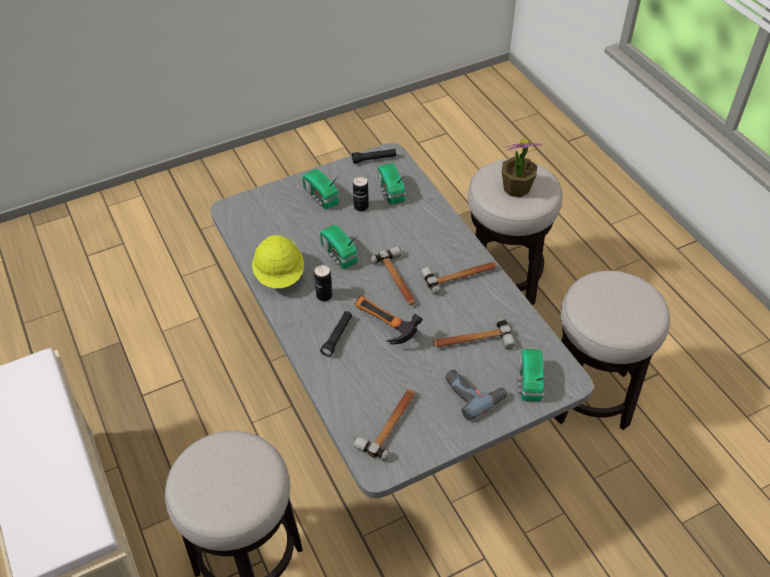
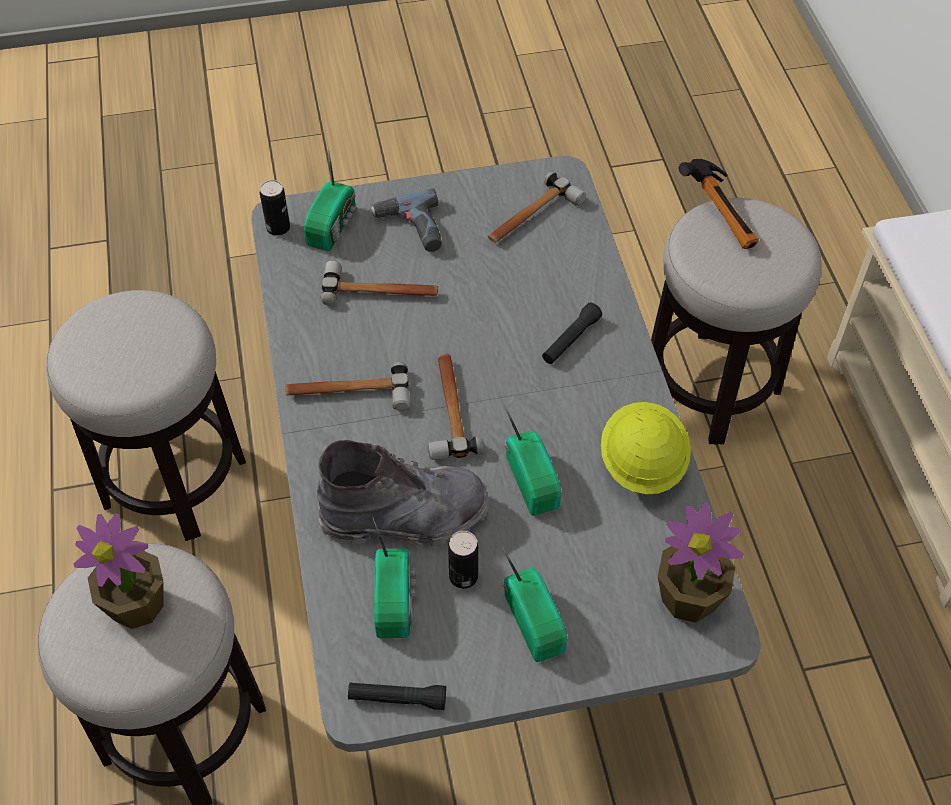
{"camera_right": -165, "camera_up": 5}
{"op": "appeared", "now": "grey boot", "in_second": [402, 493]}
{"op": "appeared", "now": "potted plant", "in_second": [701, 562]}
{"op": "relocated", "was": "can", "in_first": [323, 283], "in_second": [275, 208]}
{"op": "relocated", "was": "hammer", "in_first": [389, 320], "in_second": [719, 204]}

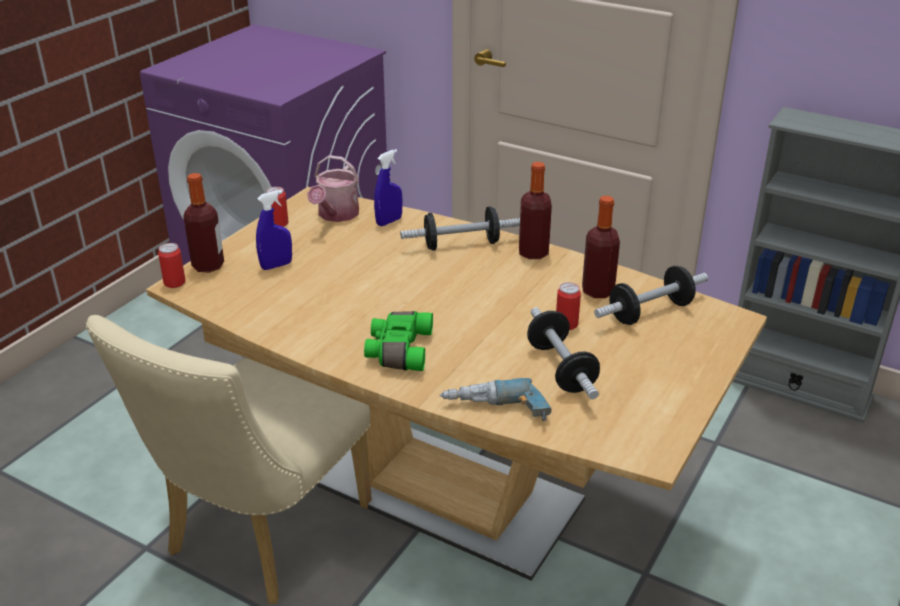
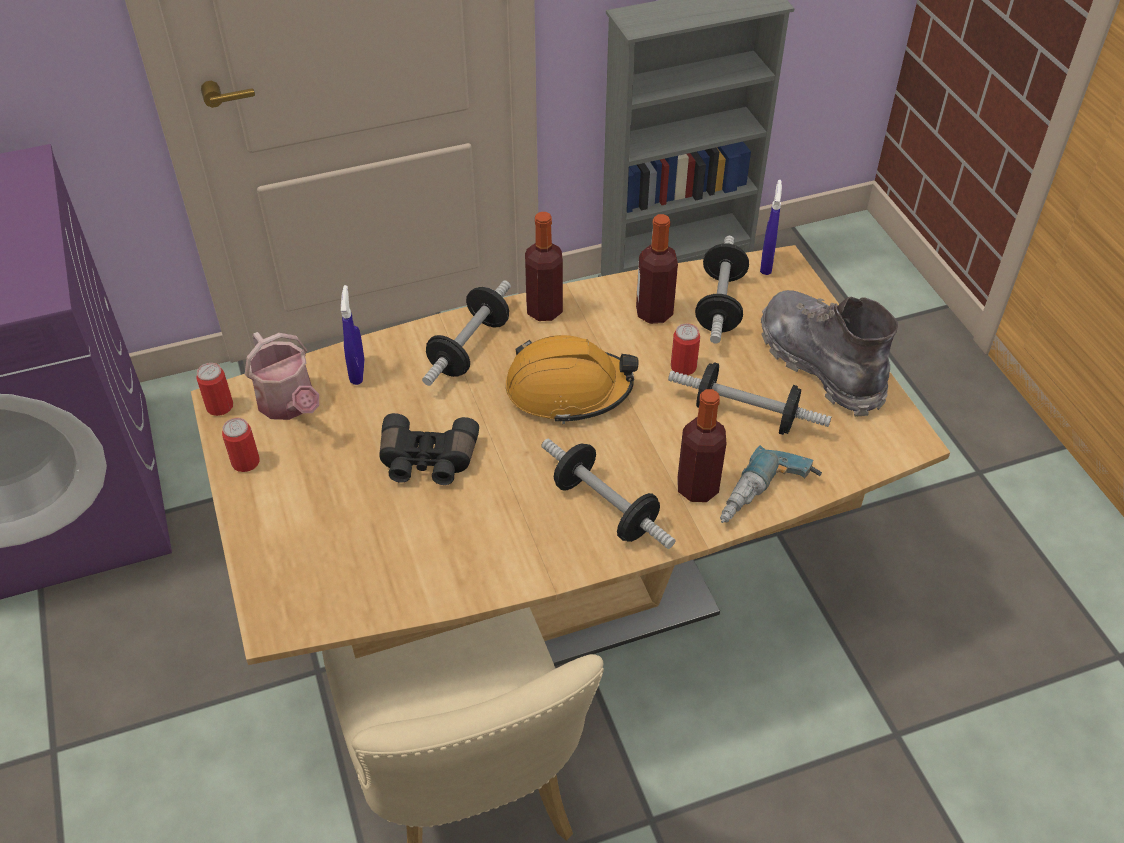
{"camera_right": -50, "camera_up": 15}
{"op": "appeared", "now": "black binoculars", "in_second": [429, 449]}
{"op": "appeared", "now": "orange hard hat", "in_second": [572, 379]}
{"op": "appeared", "now": "grey boot", "in_second": [829, 353]}
{"op": "relocated", "was": "can", "in_first": [172, 265], "in_second": [214, 389]}
{"op": "relocated", "was": "bottle", "in_first": [203, 223], "in_second": [701, 445]}
{"op": "relocated", "was": "blue spray bottle", "in_first": [274, 230], "in_second": [771, 227]}
{"op": "exchanged", "was": "green binoculars", "now": "dumbbell", "in_first": [398, 341], "in_second": [608, 494]}

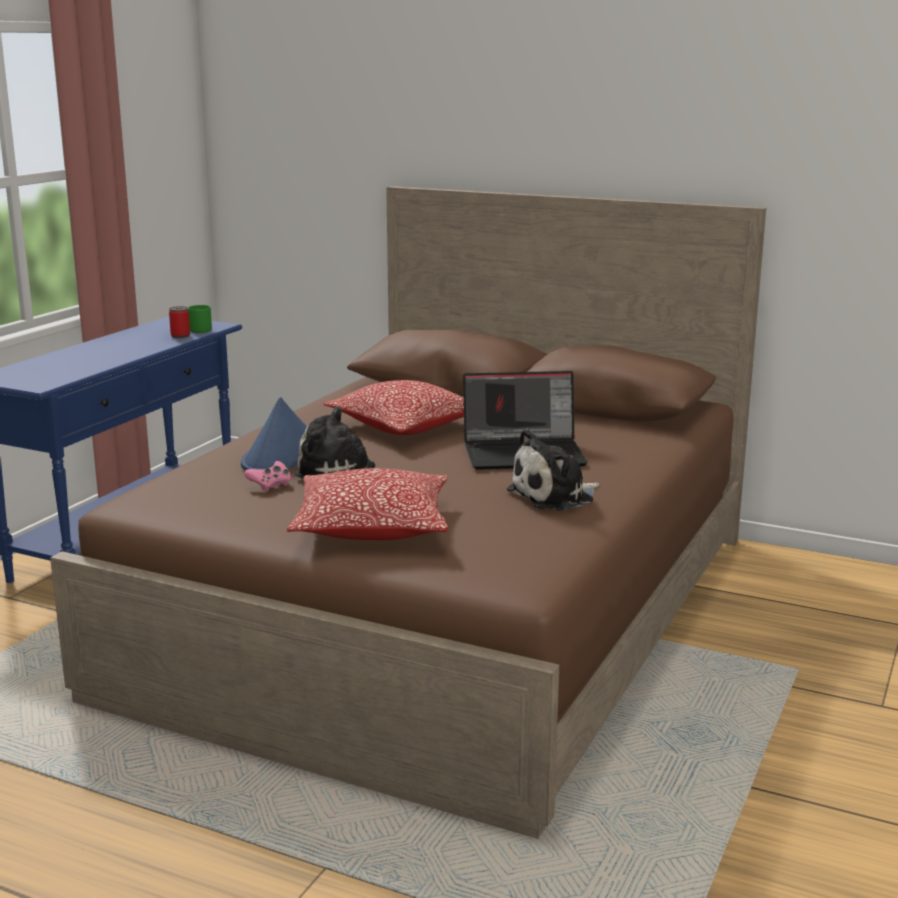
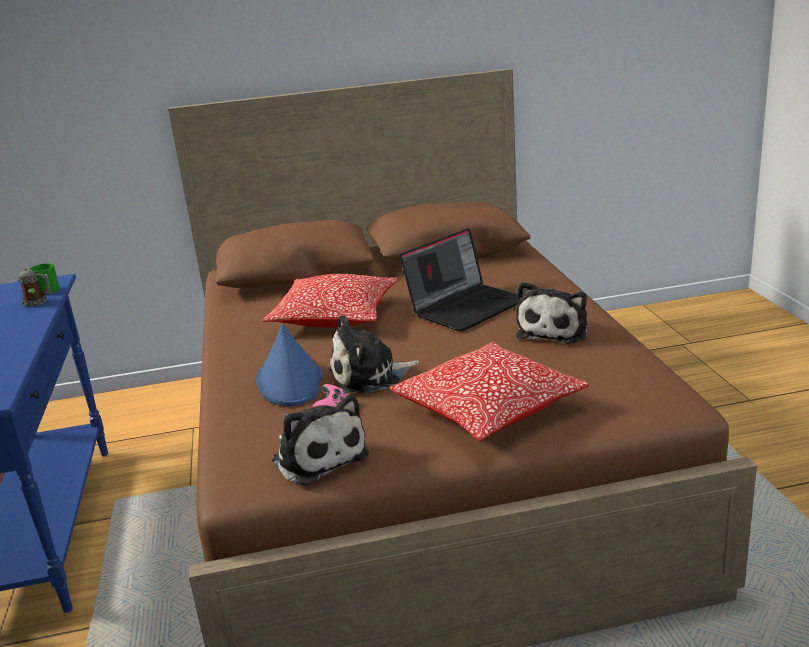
{"camera_right": -35, "camera_up": 5}
{"op": "appeared", "now": "plush toy", "in_second": [320, 440]}
{"op": "exchanged", "was": "can", "now": "mug", "in_first": [179, 322], "in_second": [34, 287]}

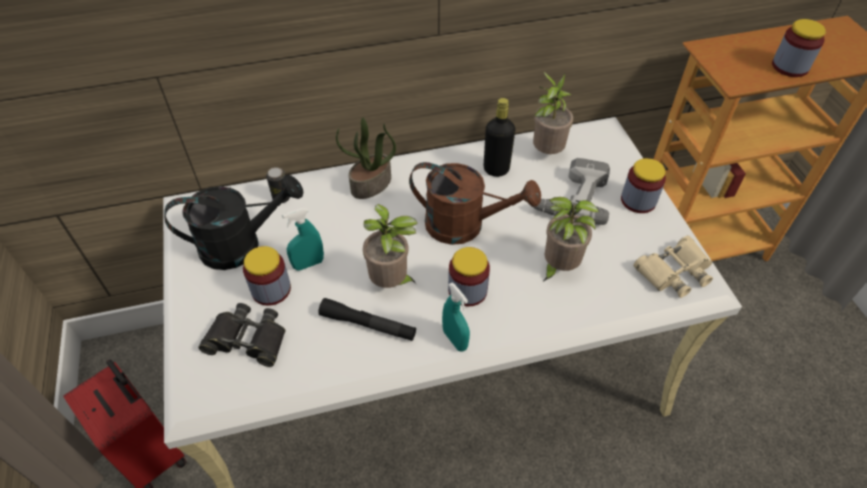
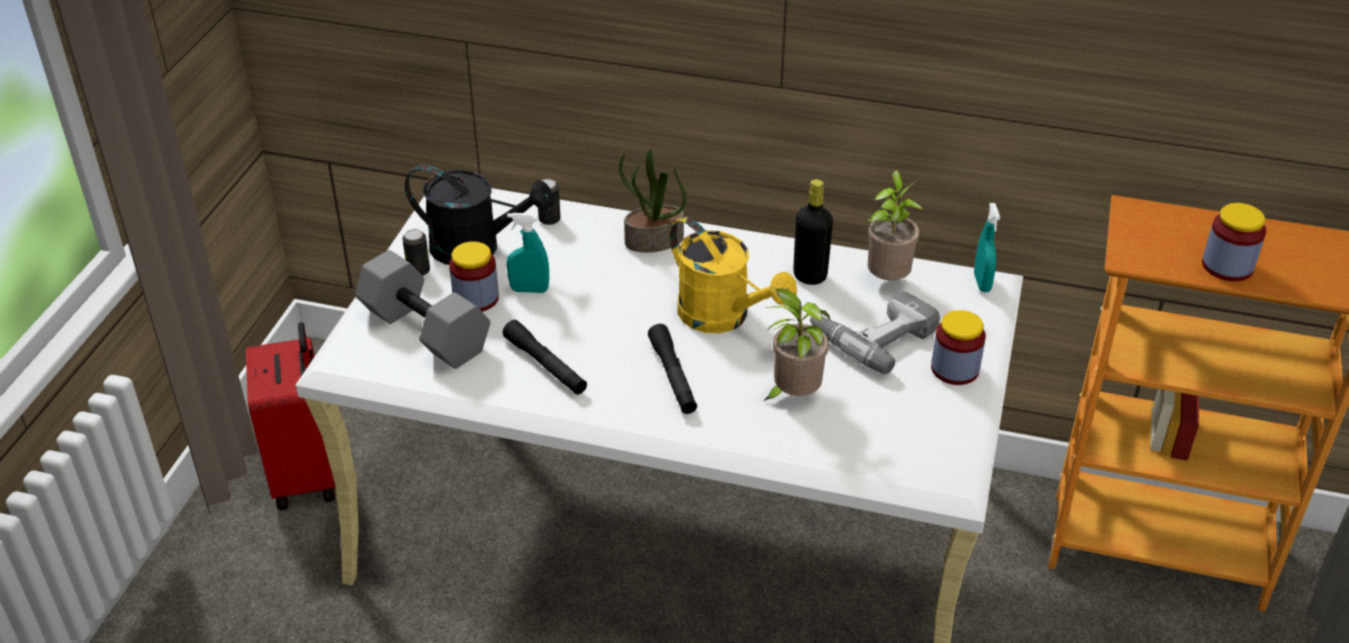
{"camera_right": 30, "camera_up": -10}
{"op": "missing", "was": "potted plant", "in_first": [390, 246]}
{"op": "missing", "was": "beige binoculars", "in_first": [673, 266]}
{"op": "appeared", "now": "can", "in_second": [416, 252]}
{"op": "relocated", "was": "turquoise spray bottle", "in_first": [456, 317], "in_second": [987, 247]}
{"op": "exchanged", "was": "black binoculars", "now": "grey dumbbell", "in_first": [242, 335], "in_second": [422, 309]}
{"op": "exchanged", "was": "jar", "now": "black flashlight", "in_first": [469, 277], "in_second": [672, 369]}
{"op": "colour", "was": "brown watering can", "now": "yellow watering can", "in_first": [475, 203], "in_second": [733, 274]}

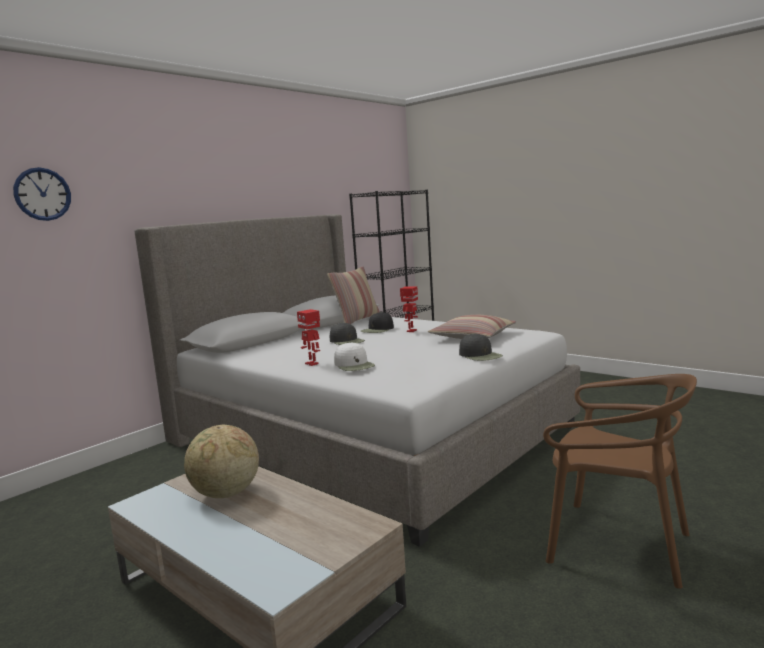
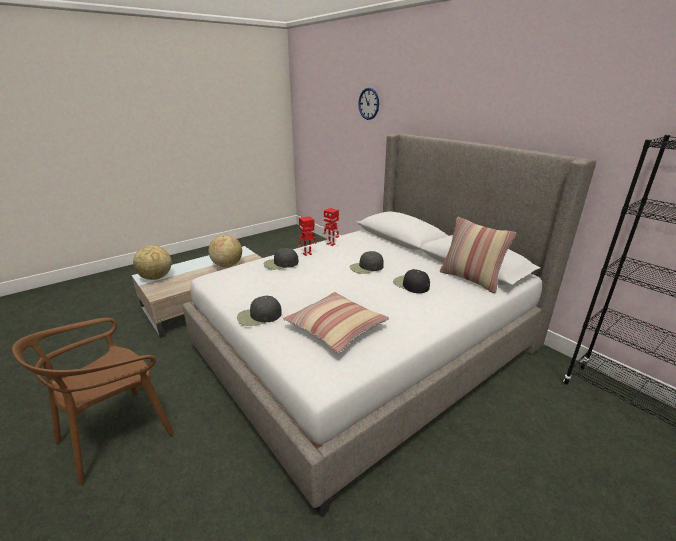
{"camera_right": 100, "camera_up": 15}
{"op": "appeared", "now": "globe", "in_second": [152, 262]}
{"op": "relocated", "was": "toy robot", "in_first": [409, 309], "in_second": [331, 227]}
{"op": "colour", "was": "white cap", "now": "black cap", "in_first": [354, 356], "in_second": [281, 259]}

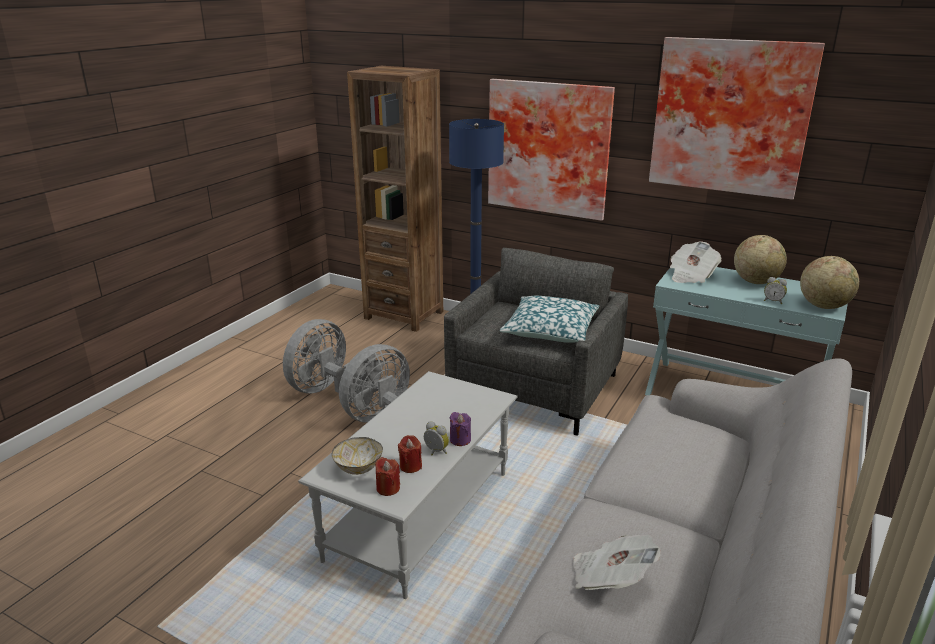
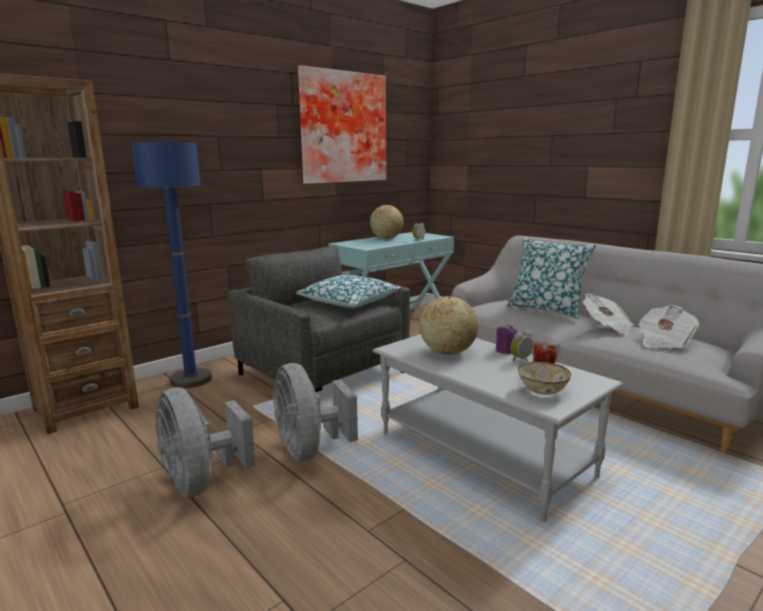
{"camera_right": -70, "camera_up": -10}
{"op": "missing", "was": "red candle", "in_first": [387, 476]}
{"op": "missing", "was": "picture", "in_first": [551, 150]}
{"op": "appeared", "now": "pillow", "in_second": [551, 278]}
{"op": "relocated", "was": "newspaper", "in_first": [696, 262], "in_second": [608, 314]}
{"op": "relocated", "was": "globe", "in_first": [829, 282], "in_second": [448, 325]}

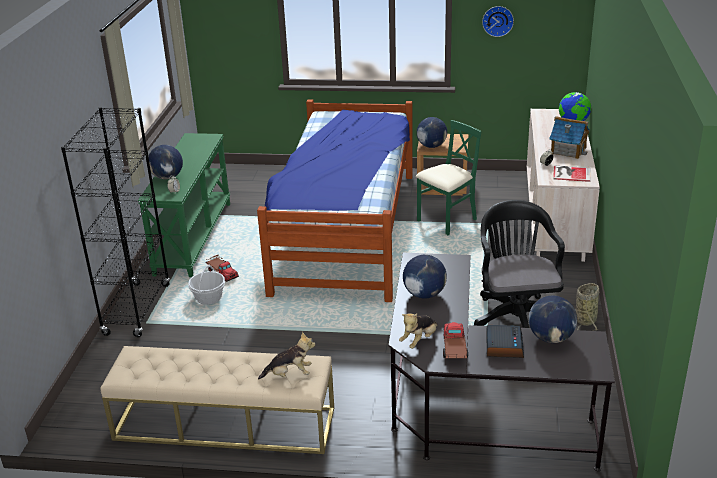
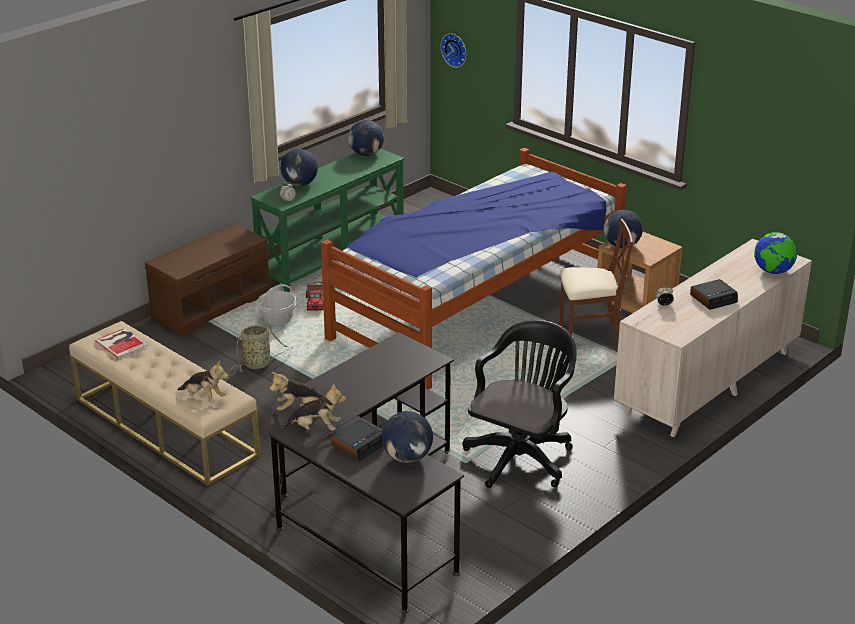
{"camera_right": 35, "camera_up": 0}
{"op": "relocated", "was": "globe", "in_first": [425, 277], "in_second": [366, 138]}
{"op": "relocated", "was": "wall clock", "in_first": [498, 21], "in_second": [453, 50]}
{"op": "relocated", "was": "book", "in_first": [571, 174], "in_second": [121, 343]}
{"op": "relocated", "was": "basket", "in_first": [587, 307], "in_second": [262, 348]}
{"op": "exchanged", "was": "black bookcase", "now": "brown bench", "in_first": [115, 222], "in_second": [207, 280]}
{"op": "exchanged", "was": "toy truck", "now": "plush toy", "in_first": [455, 340], "in_second": [314, 406]}
{"op": "exchanged", "was": "toy house", "now": "alarm clock", "in_first": [569, 137], "in_second": [714, 294]}
{"op": "colour", "was": "green chair", "now": "brown chair", "in_first": [449, 177], "in_second": [596, 279]}

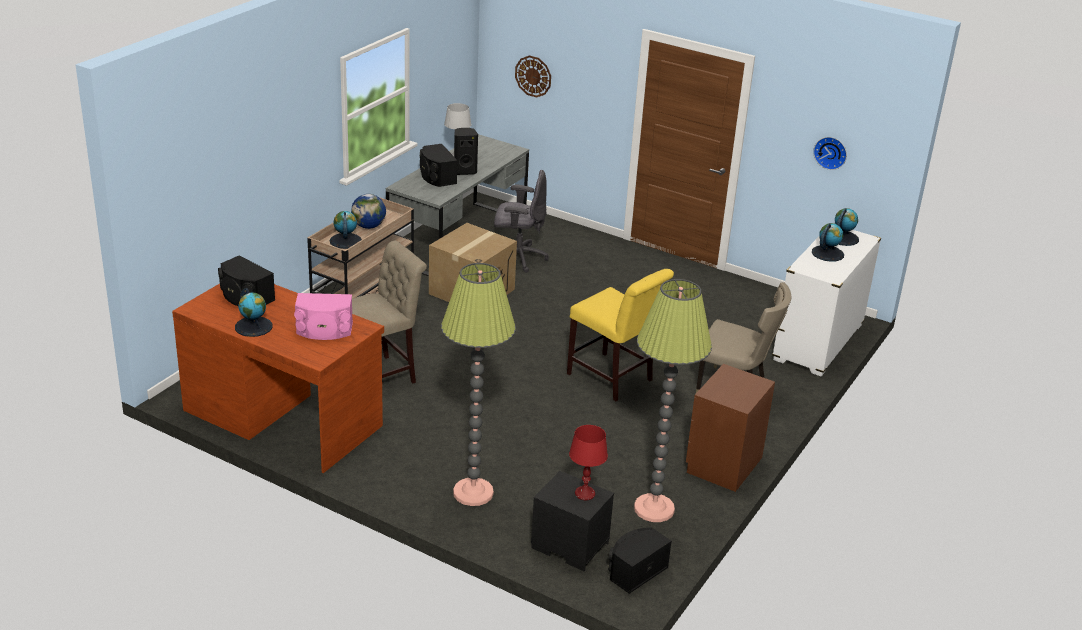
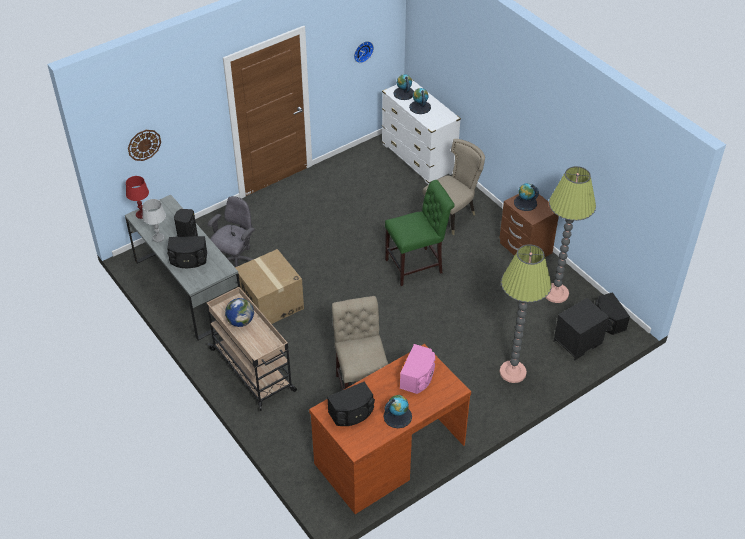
{"camera_right": -65, "camera_up": 15}
{"op": "relocated", "was": "globe", "in_first": [346, 230], "in_second": [526, 197]}
{"op": "relocated", "was": "red table lamp", "in_first": [588, 462], "in_second": [137, 197]}
{"op": "colour", "was": "yellow chair", "now": "green chair", "in_first": [620, 335], "in_second": [420, 233]}

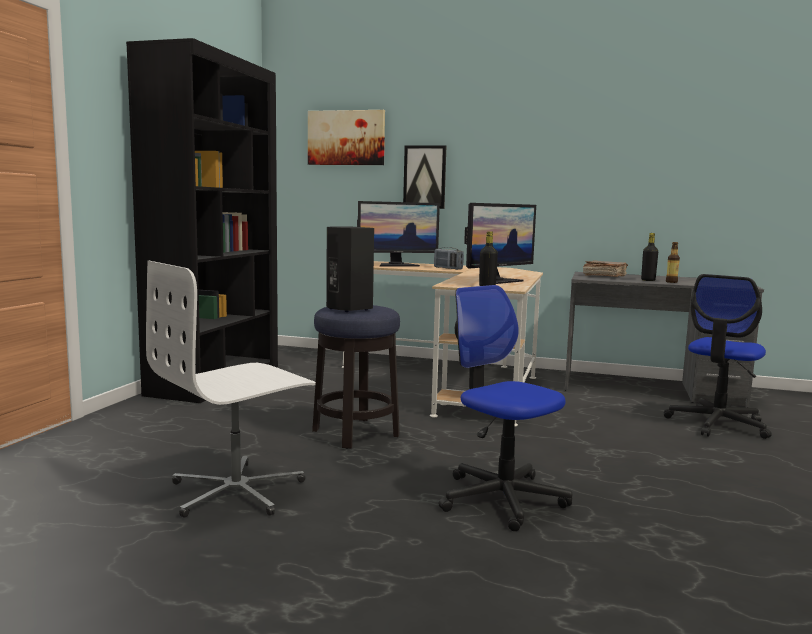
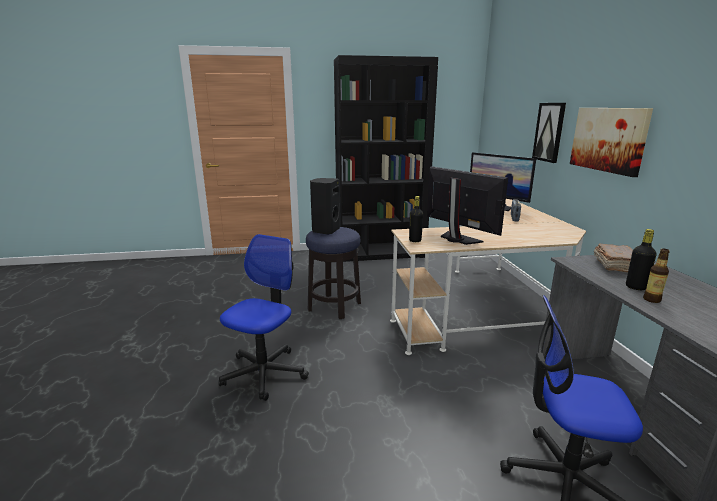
{"camera_right": 65, "camera_up": 10}
{"op": "missing", "was": "white office chair", "in_first": [231, 389]}
{"op": "relocated", "was": "picture", "in_first": [346, 137], "in_second": [611, 142]}
{"op": "spun", "was": "monitor", "in_first": [500, 243], "in_second": [467, 205], "clockwise": -150}

